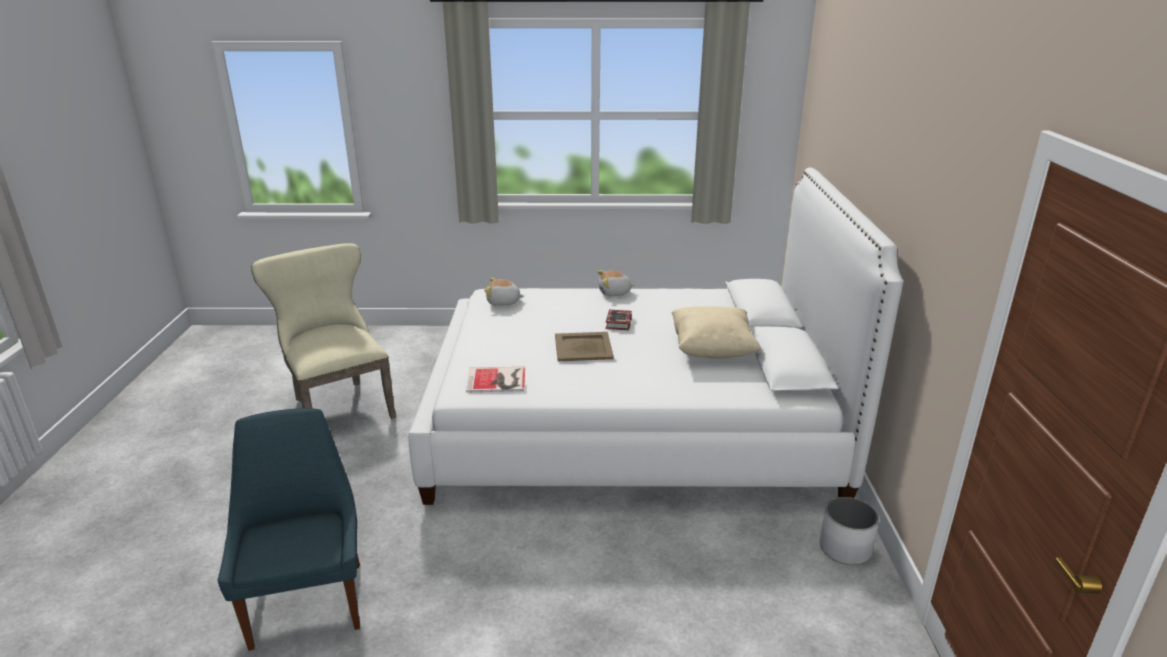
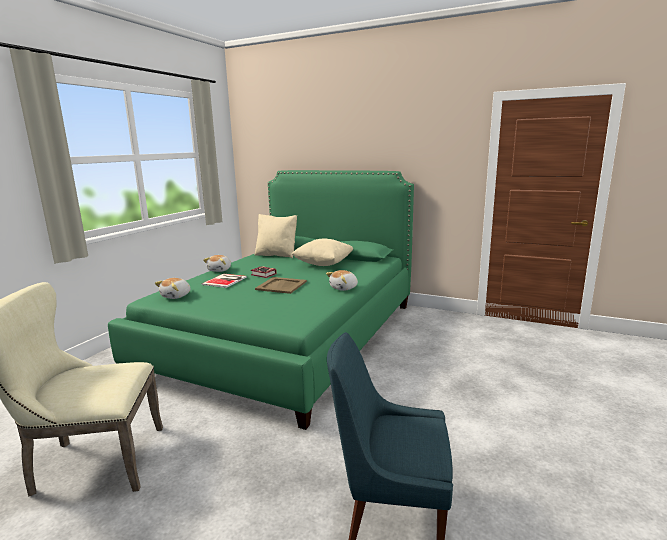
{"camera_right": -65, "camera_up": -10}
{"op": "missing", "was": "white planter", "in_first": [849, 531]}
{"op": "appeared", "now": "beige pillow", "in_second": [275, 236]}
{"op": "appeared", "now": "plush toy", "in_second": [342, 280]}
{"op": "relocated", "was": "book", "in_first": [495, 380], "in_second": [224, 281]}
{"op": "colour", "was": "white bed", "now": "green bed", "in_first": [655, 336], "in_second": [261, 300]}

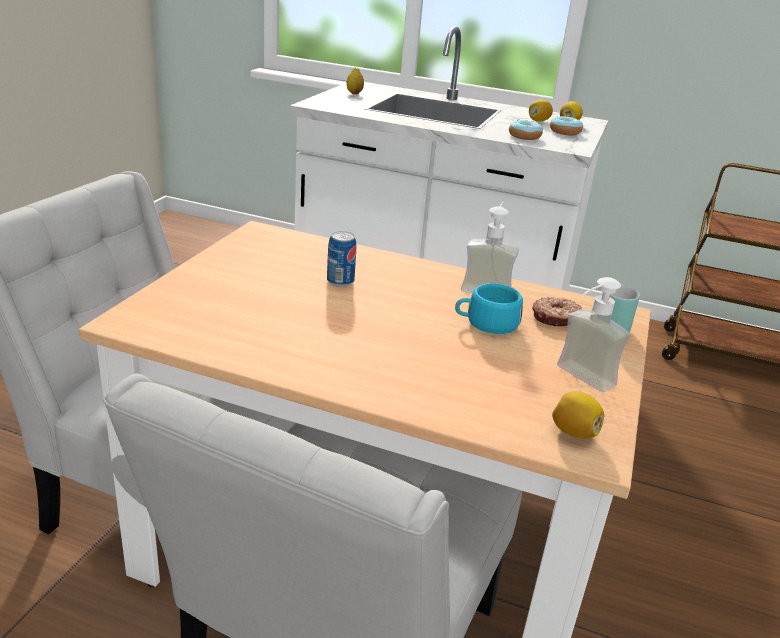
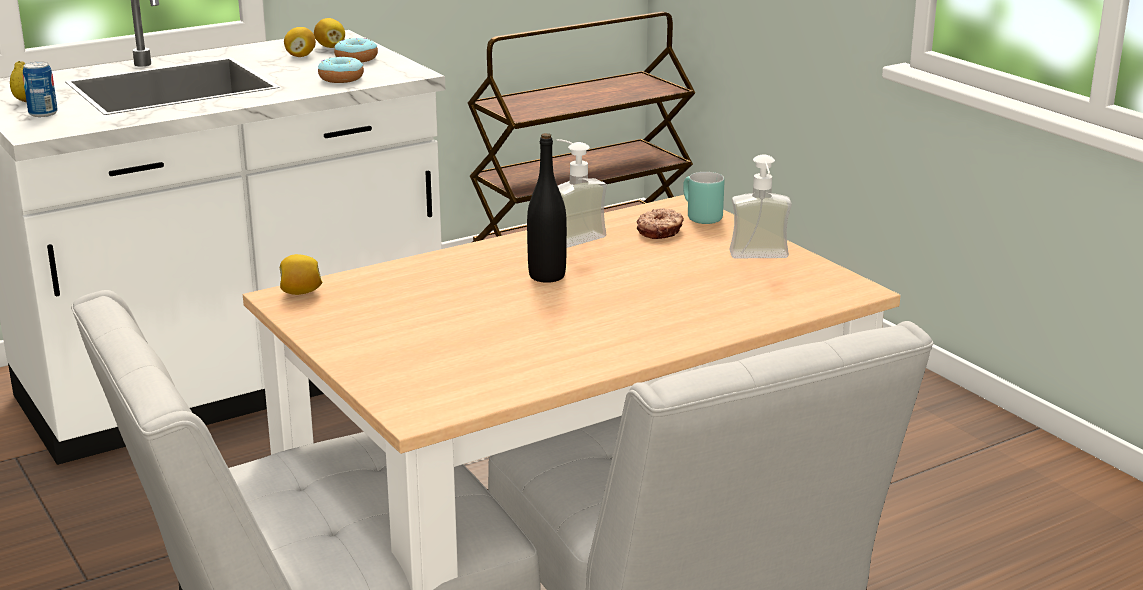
{"camera_right": -50, "camera_up": -5}
{"op": "missing", "was": "turquoise cup", "in_first": [489, 308]}
{"op": "appeared", "now": "black bottle", "in_second": [547, 208]}
{"op": "relocated", "was": "can", "in_first": [341, 259], "in_second": [40, 89]}
{"op": "relocated", "was": "lemon", "in_first": [578, 415], "in_second": [301, 274]}

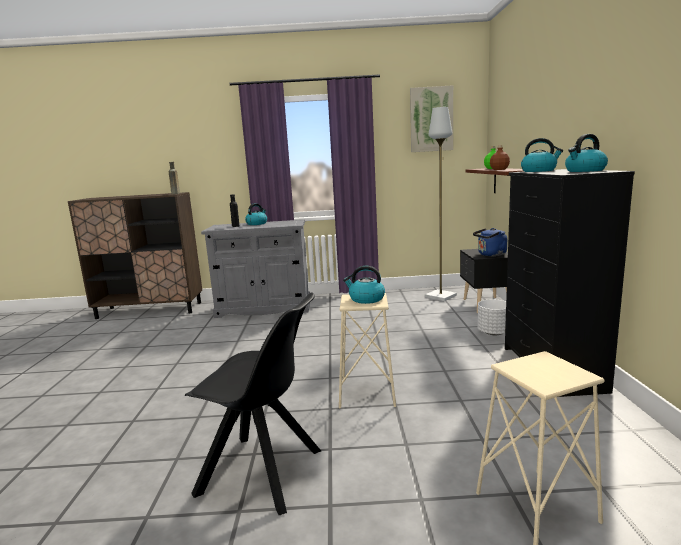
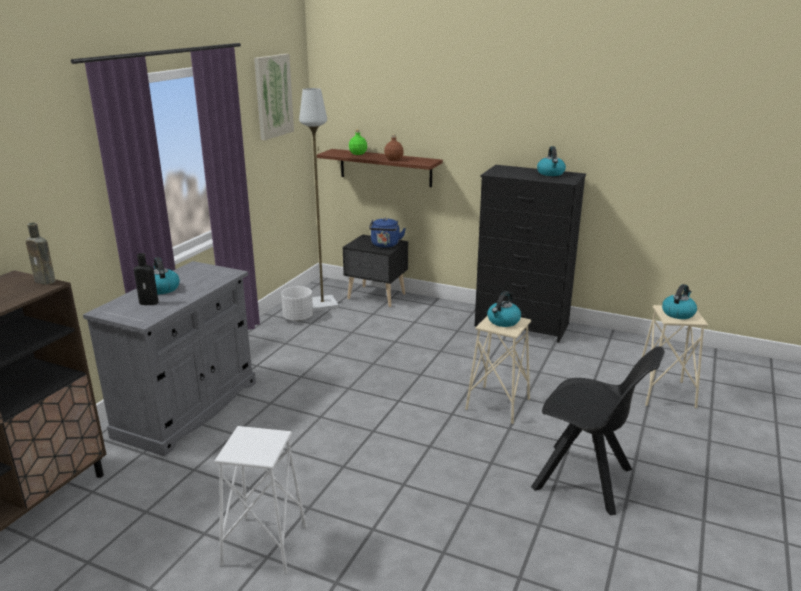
{"camera_right": -65, "camera_up": 10}
{"op": "appeared", "now": "white stool", "in_second": [261, 500]}
{"op": "relocated", "was": "white planter", "in_first": [492, 317], "in_second": [297, 303]}
{"op": "relocated", "was": "kettle", "in_first": [542, 155], "in_second": [679, 301]}
{"op": "spun", "was": "black chair", "in_first": [253, 403], "in_second": [598, 430], "clockwise": 75}

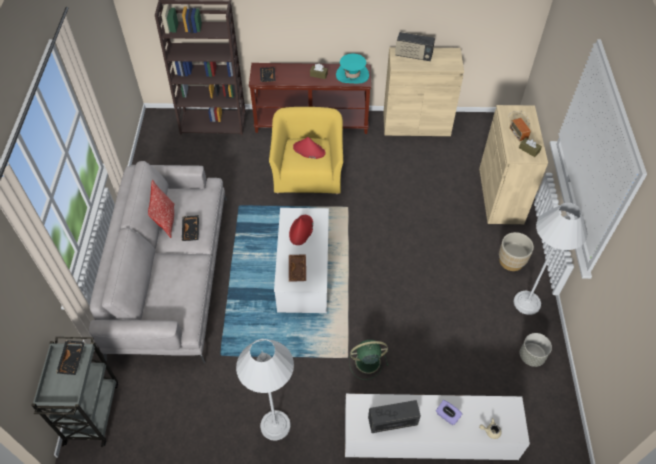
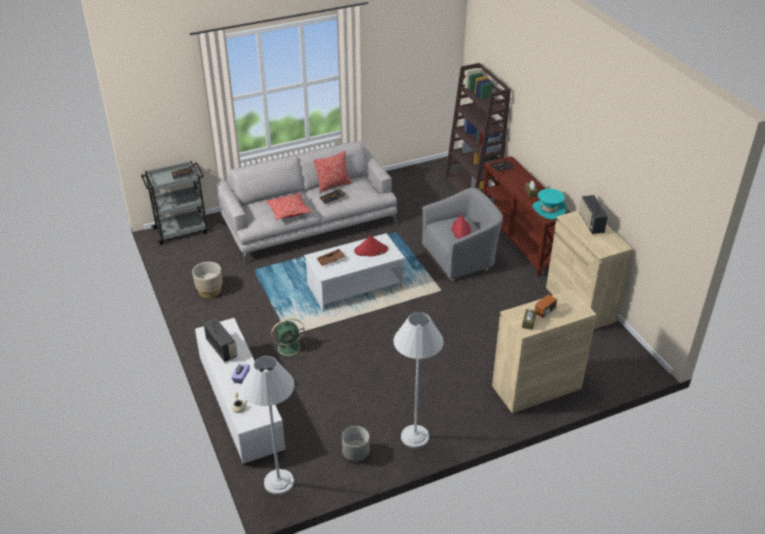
{"camera_right": 65, "camera_up": -15}
{"op": "appeared", "now": "pillow", "in_second": [289, 206]}
{"op": "relocated", "was": "white floor lamp", "in_first": [265, 390], "in_second": [268, 425]}
{"op": "relocated", "was": "beige planter", "in_first": [516, 251], "in_second": [207, 280]}
{"op": "colour", "was": "yellow armchair", "now": "grey armchair", "in_first": [306, 150], "in_second": [462, 234]}
{"op": "spun", "was": "green fan", "in_first": [368, 360], "in_second": [288, 338], "clockwise": 105}

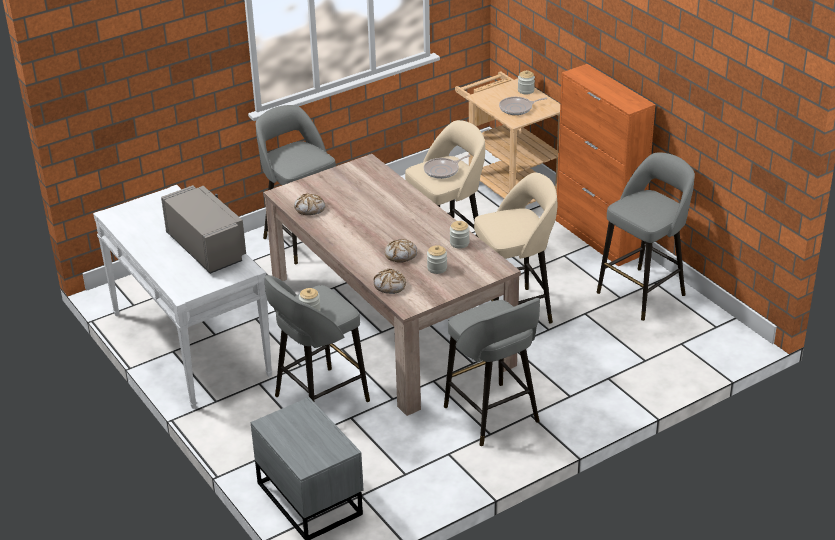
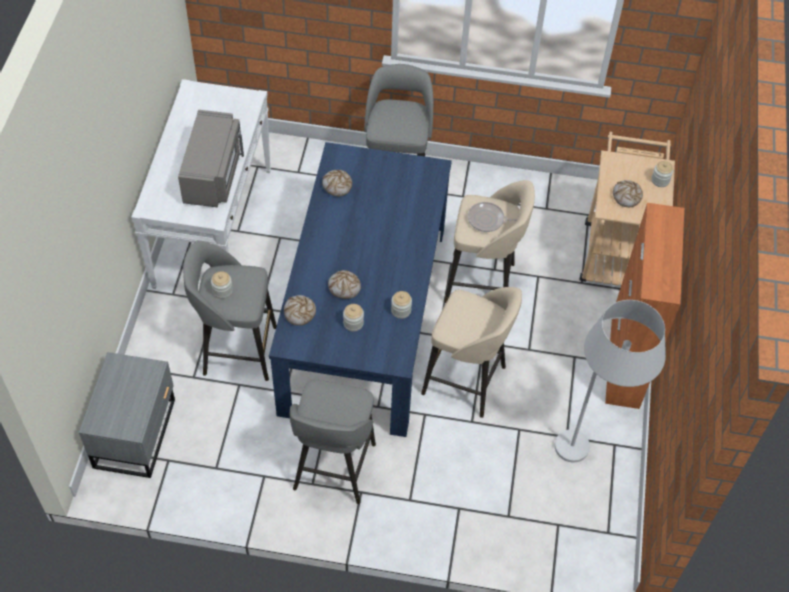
{"camera_right": 40, "camera_up": 20}
{"op": "exchanged", "was": "frying pan", "now": "bread", "in_first": [523, 106], "in_second": [628, 193]}
{"op": "exchanged", "was": "grey stool", "now": "white floor lamp", "in_first": [646, 236], "in_second": [610, 381]}
{"op": "colour", "was": "beige dining table", "now": "blue dining table", "in_first": [392, 285], "in_second": [360, 289]}

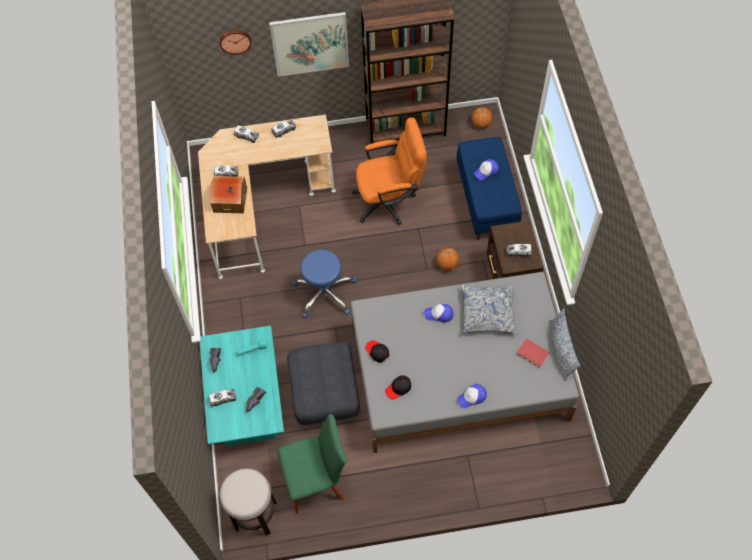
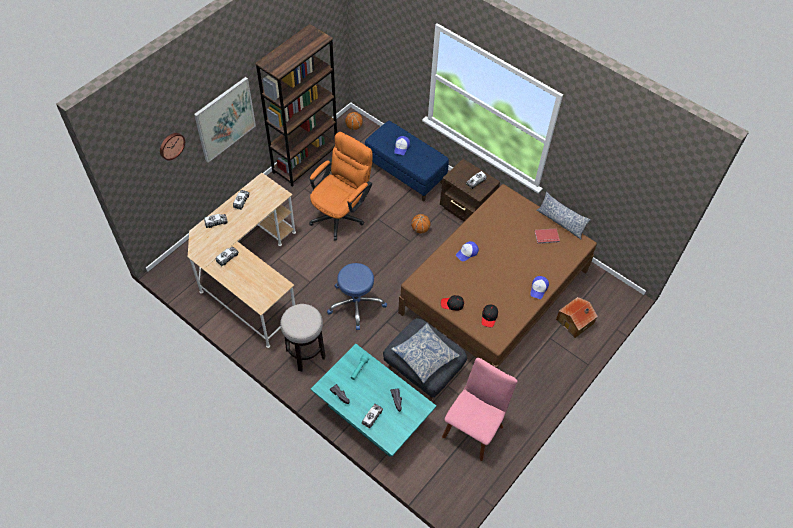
{"camera_right": -45, "camera_up": -5}
{"op": "relocated", "was": "toy house", "in_first": [228, 194], "in_second": [577, 317]}
{"op": "relocated", "was": "stool", "in_first": [248, 502], "in_second": [302, 337]}
{"op": "relocated", "was": "pillow", "in_first": [489, 309], "in_second": [425, 353]}
{"op": "colour", "was": "green chair", "now": "pink chair", "in_first": [312, 463], "in_second": [479, 409]}
{"op": "colour", "was": "grey bed", "now": "brown bed", "in_first": [464, 362], "in_second": [497, 276]}

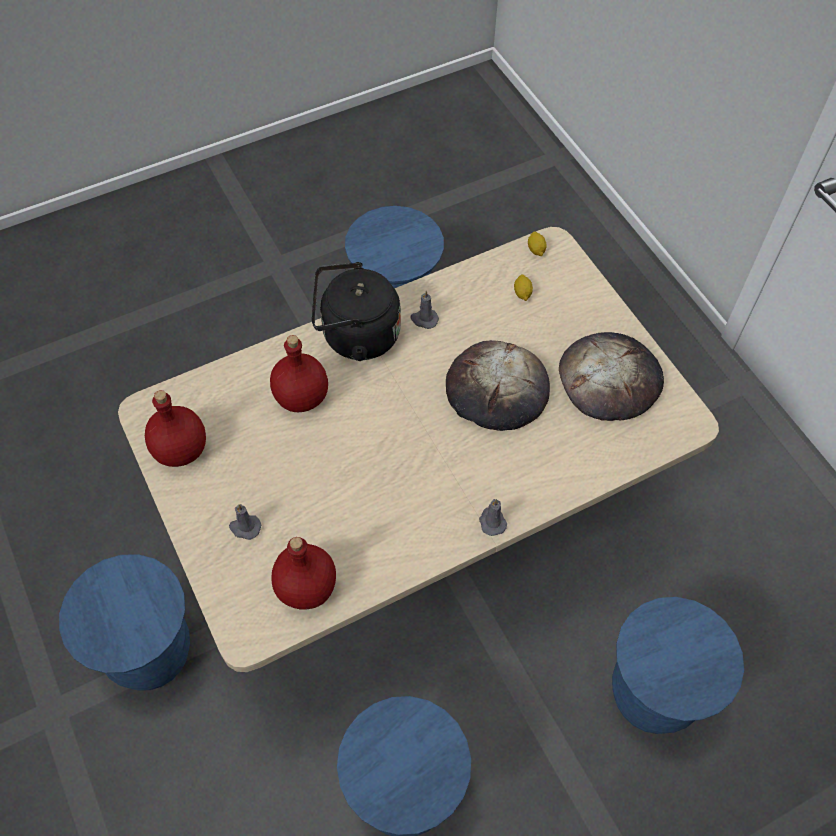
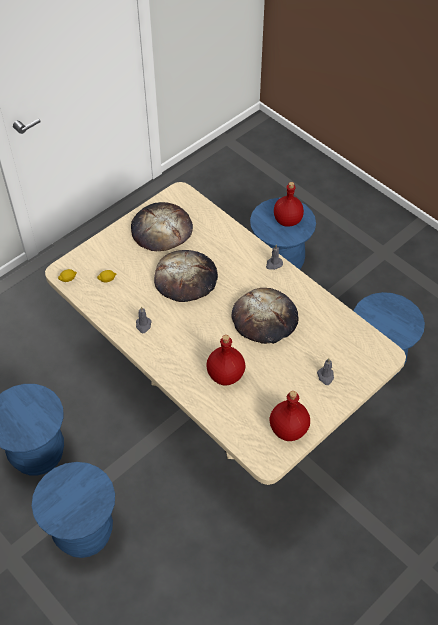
{"camera_right": -105, "camera_up": -5}
{"op": "missing", "was": "black kettle", "in_first": [356, 311]}
{"op": "appeared", "now": "bread", "in_second": [265, 316]}
{"op": "relocated", "was": "blue stool", "in_first": [124, 622], "in_second": [73, 510]}
{"op": "relocated", "was": "red bottle", "in_first": [303, 573], "in_second": [289, 204]}

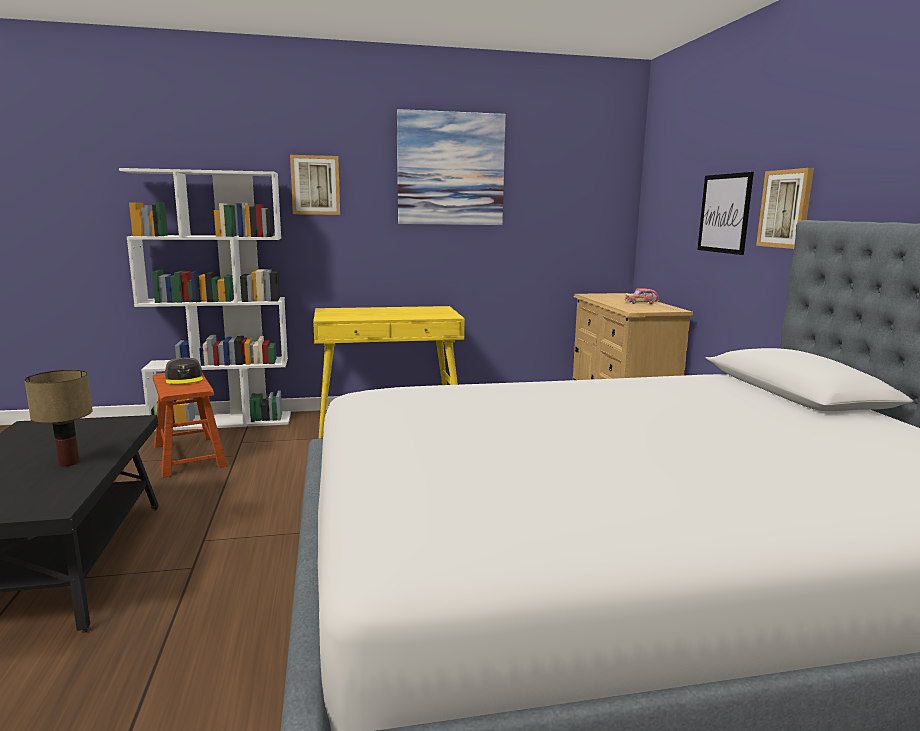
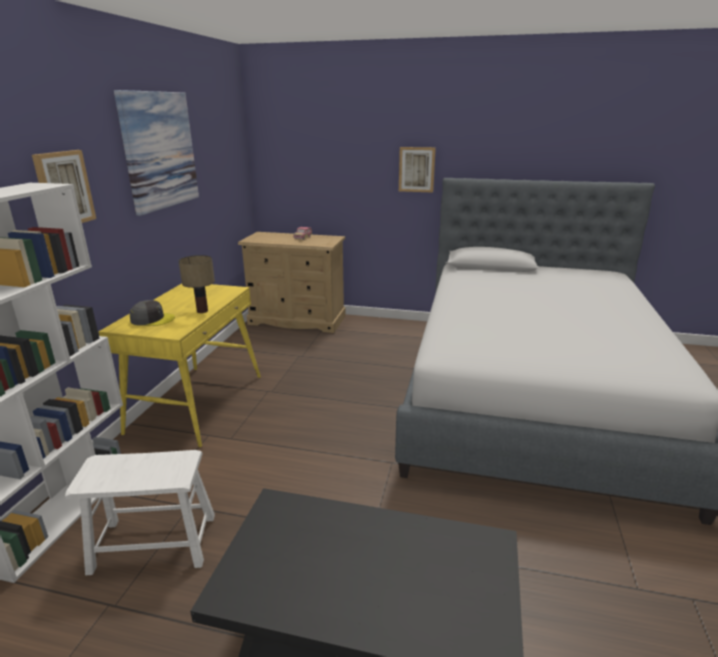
{"camera_right": -65, "camera_up": 10}
{"op": "missing", "was": "picture", "in_first": [725, 213]}
{"op": "relocated", "was": "table lamp", "in_first": [58, 417], "in_second": [197, 284]}
{"op": "relocated", "was": "grey cap", "in_first": [184, 371], "in_second": [152, 313]}
{"op": "colour", "was": "brown stool", "now": "white stool", "in_first": [190, 425], "in_second": [140, 512]}

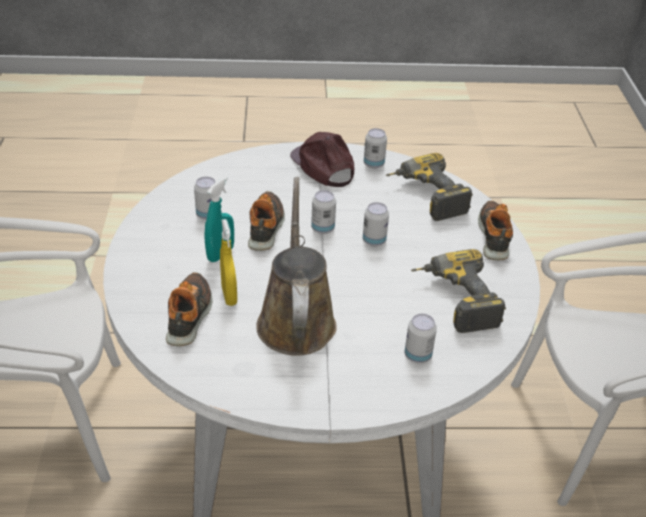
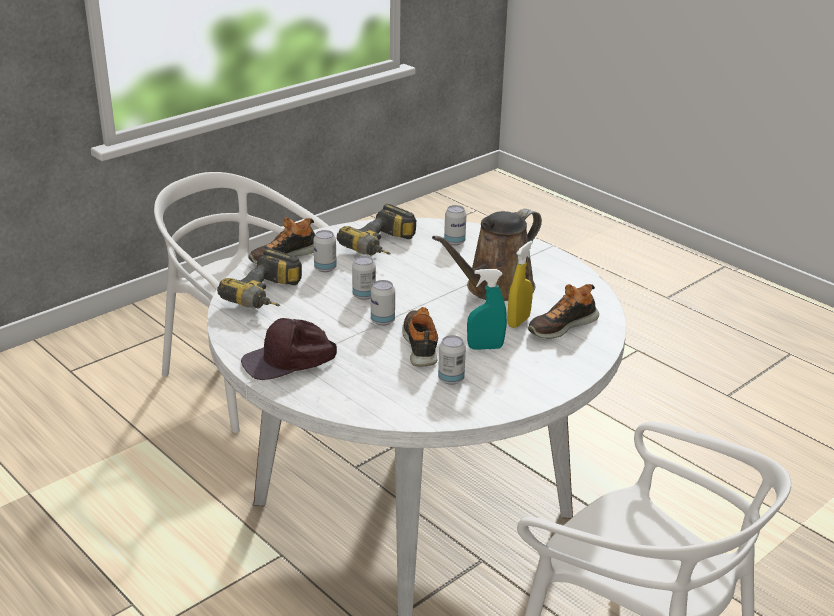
{"camera_right": -130, "camera_up": -10}
{"op": "relocated", "was": "can", "in_first": [375, 148], "in_second": [325, 251]}
{"op": "spun", "was": "shoe", "in_first": [266, 221], "in_second": [420, 337], "clockwise": 120}
{"op": "spun", "was": "brown cap", "in_first": [322, 159], "in_second": [289, 349], "clockwise": 45}

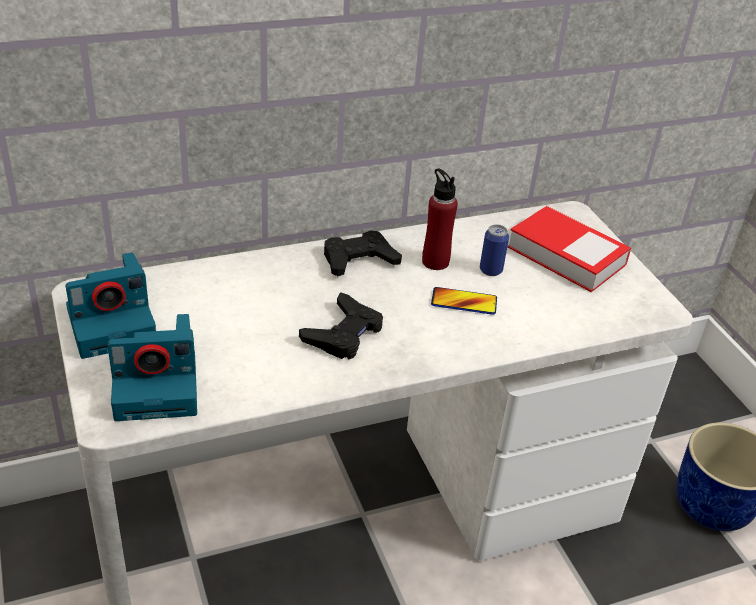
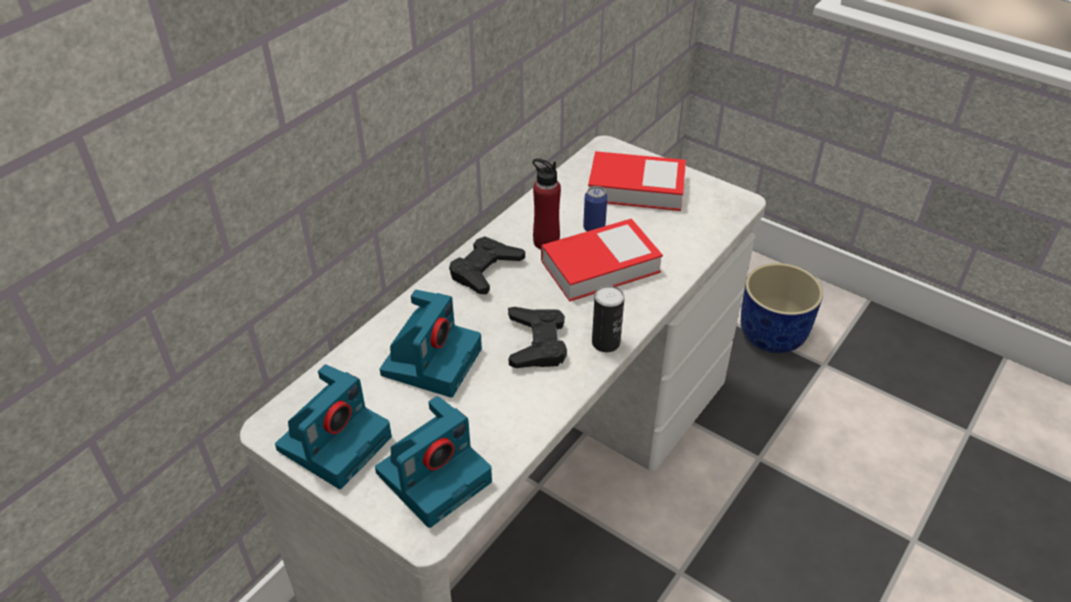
{"camera_right": -30, "camera_up": 5}
{"op": "appeared", "now": "photo camera", "in_second": [431, 344]}
{"op": "appeared", "now": "can", "in_second": [608, 318]}
{"op": "exchanged", "was": "phone", "now": "book", "in_first": [464, 301], "in_second": [602, 260]}

